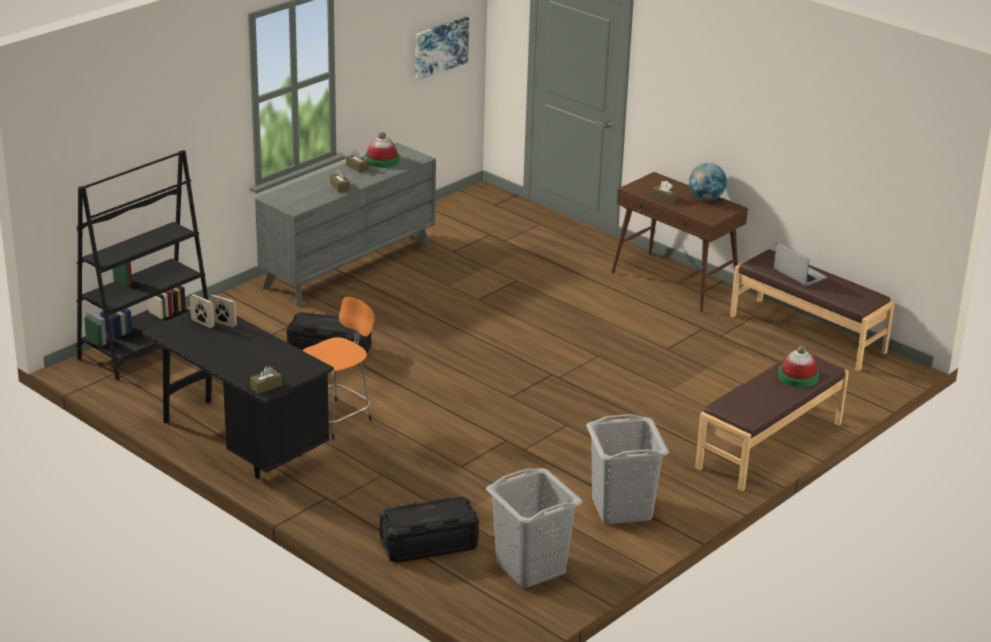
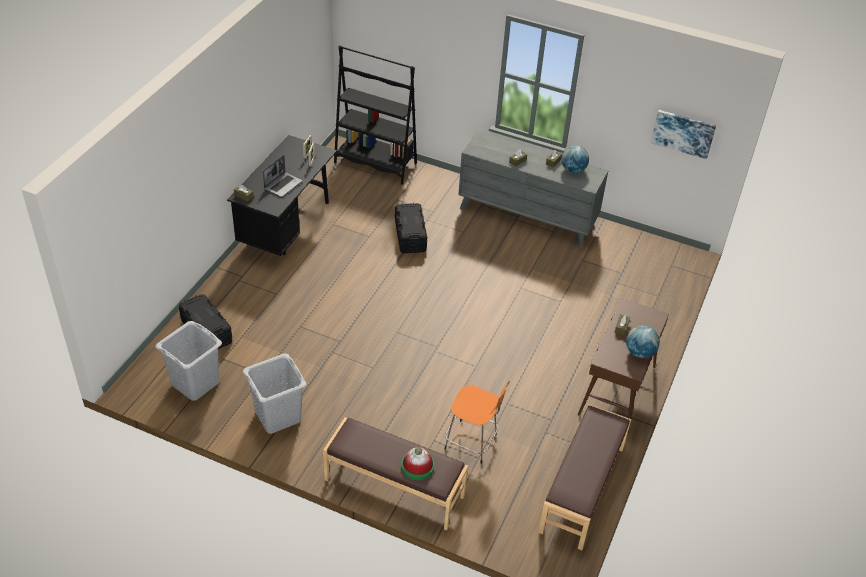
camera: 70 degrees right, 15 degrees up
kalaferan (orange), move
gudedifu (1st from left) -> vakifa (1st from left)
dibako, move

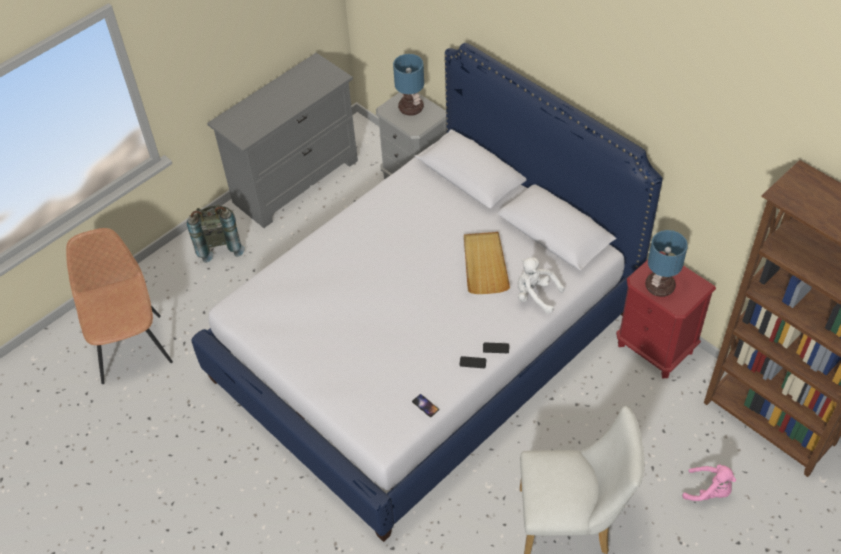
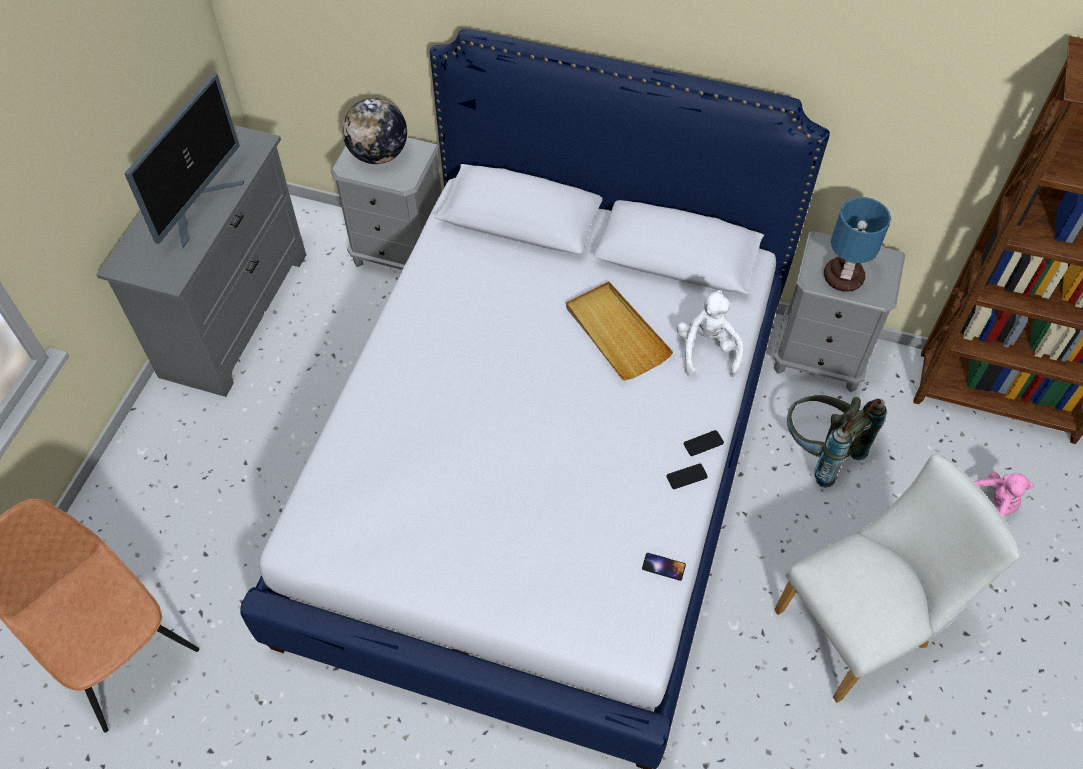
camera: 30 degrees left, 5 degrees up
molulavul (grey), move
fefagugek (1st from left) -> vakifa
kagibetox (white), 90 degrees clockwise
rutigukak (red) -> rutigukak (grey) (2nd from left)
none -> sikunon

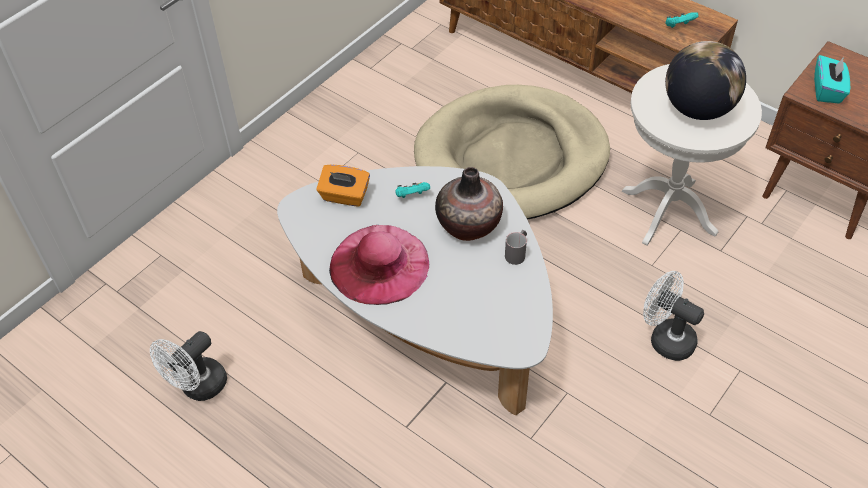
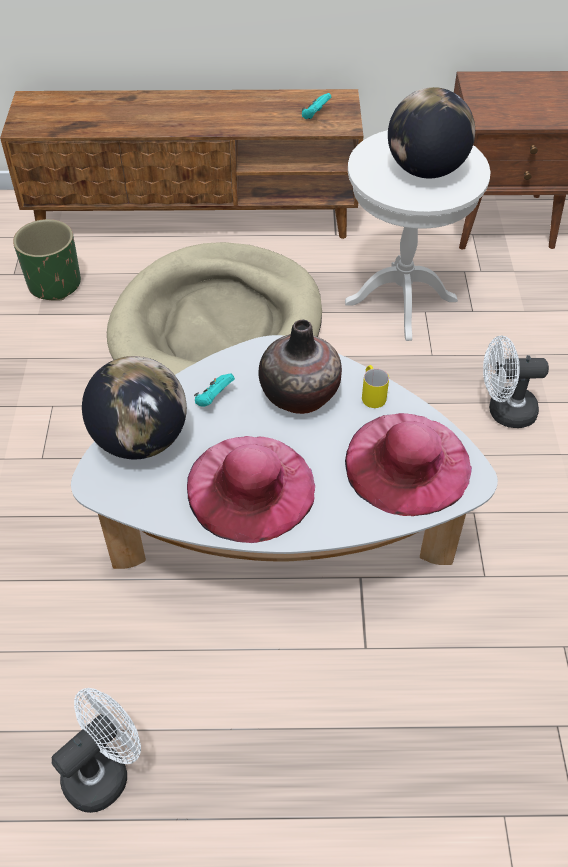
camera: 40 degrees left, 0 degrees up
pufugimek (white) (1st from left), 135 degrees counterclockwise
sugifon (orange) -> vakifa (1st from left)
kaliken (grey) -> kaliken (yellow)
sugifon (turquoise) -> none
none -> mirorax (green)
none -> gudedifu (pink) (2nd from left)

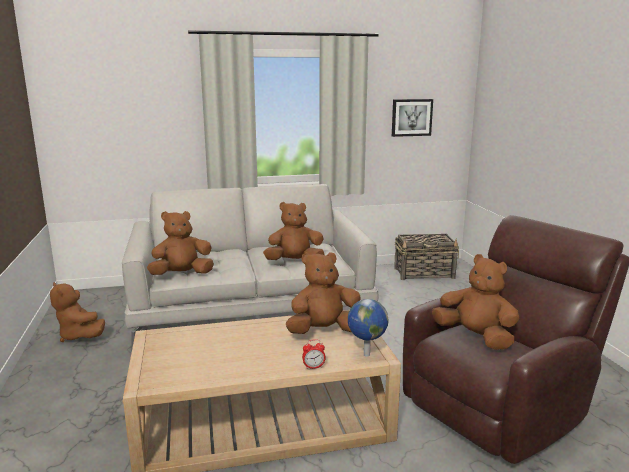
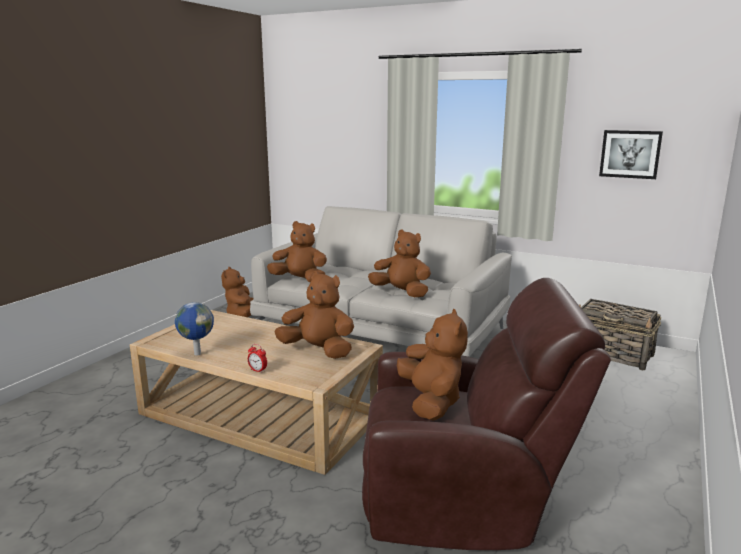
camera: 40 degrees right, 0 degrees up
vakifa, move

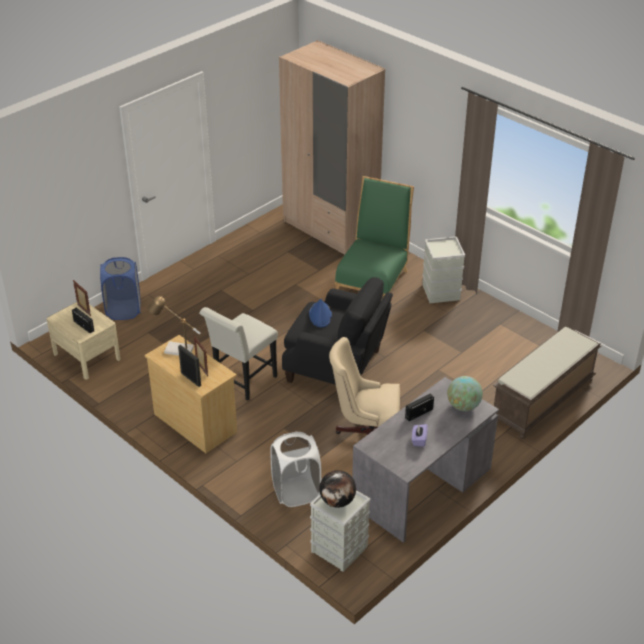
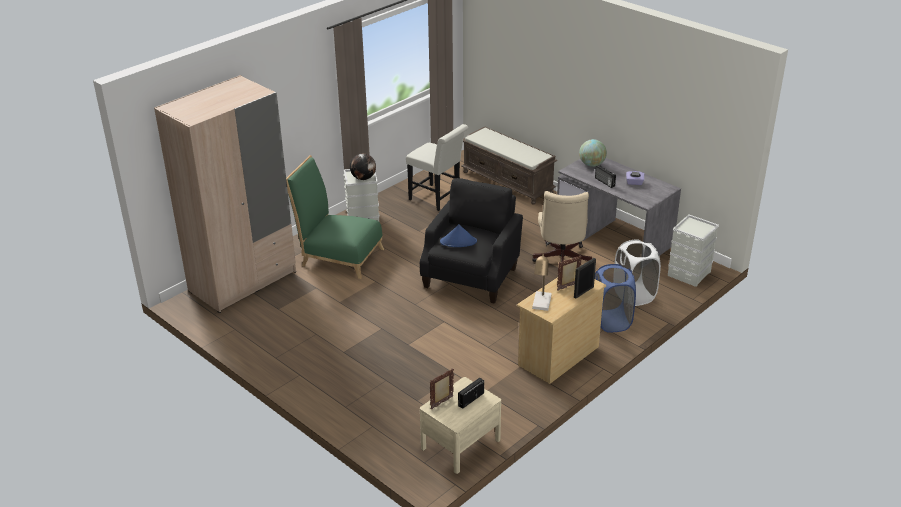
camera: 90 degrees left, 5 degrees down
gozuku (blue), move
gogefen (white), move
vakifa (1st from left), move

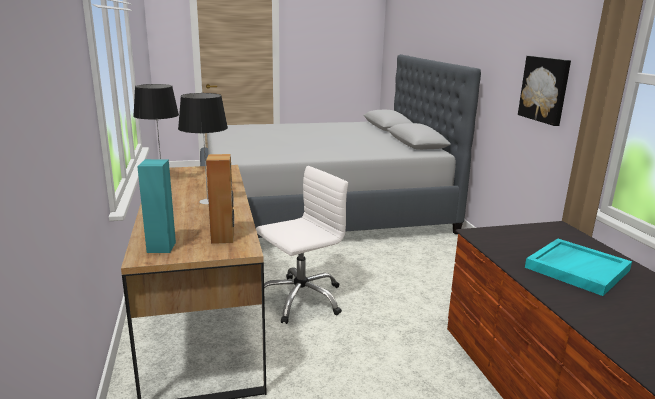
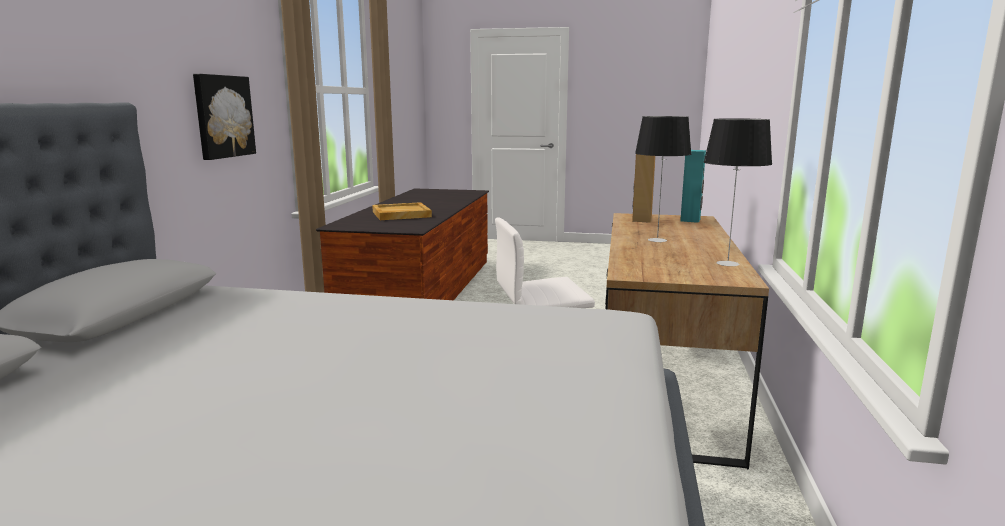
camera: 155 degrees left, 5 degrees down
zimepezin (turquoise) -> zimepezin (beige)

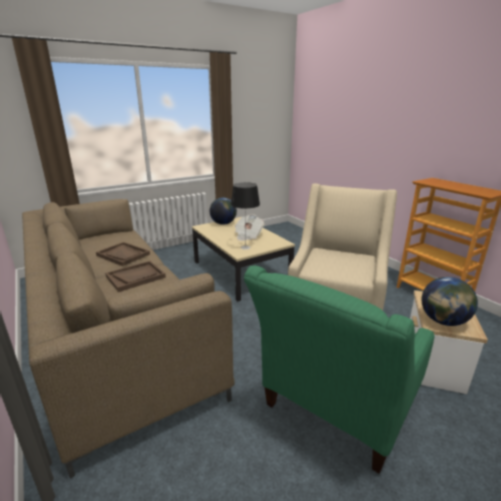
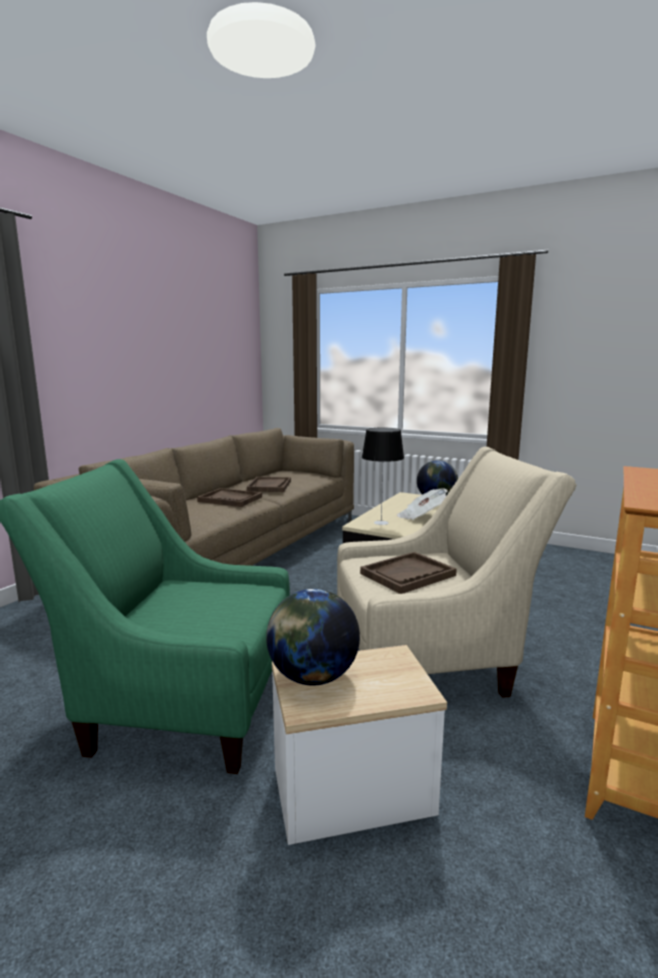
camera: 60 degrees right, 10 degrees down
none -> zimepezin (brown) (3rd from left)

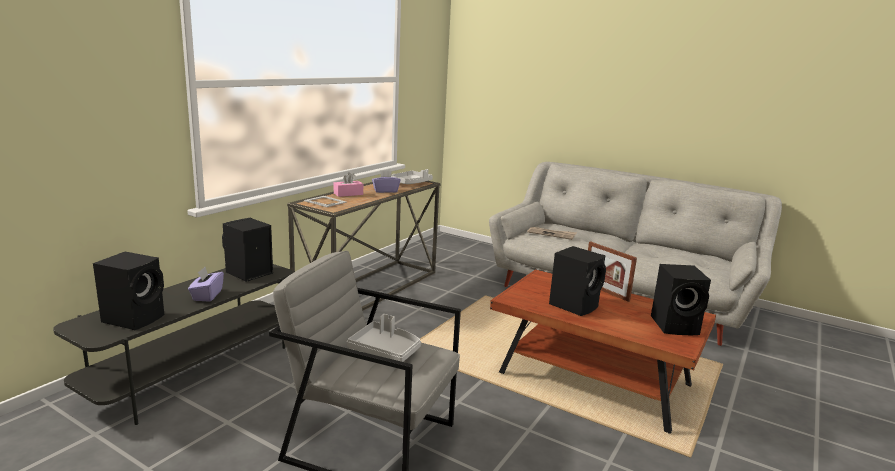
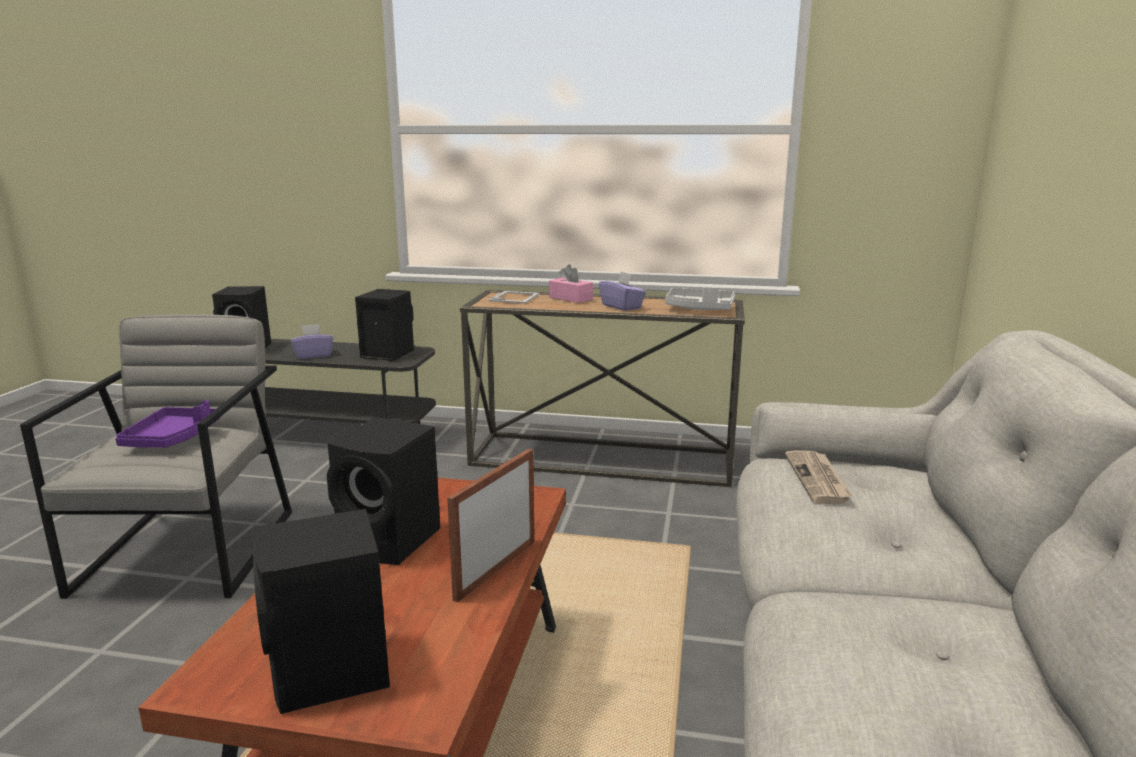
camera: 70 degrees right, 0 degrees up
zimepezin (grey) (1st from left) -> zimepezin (purple)

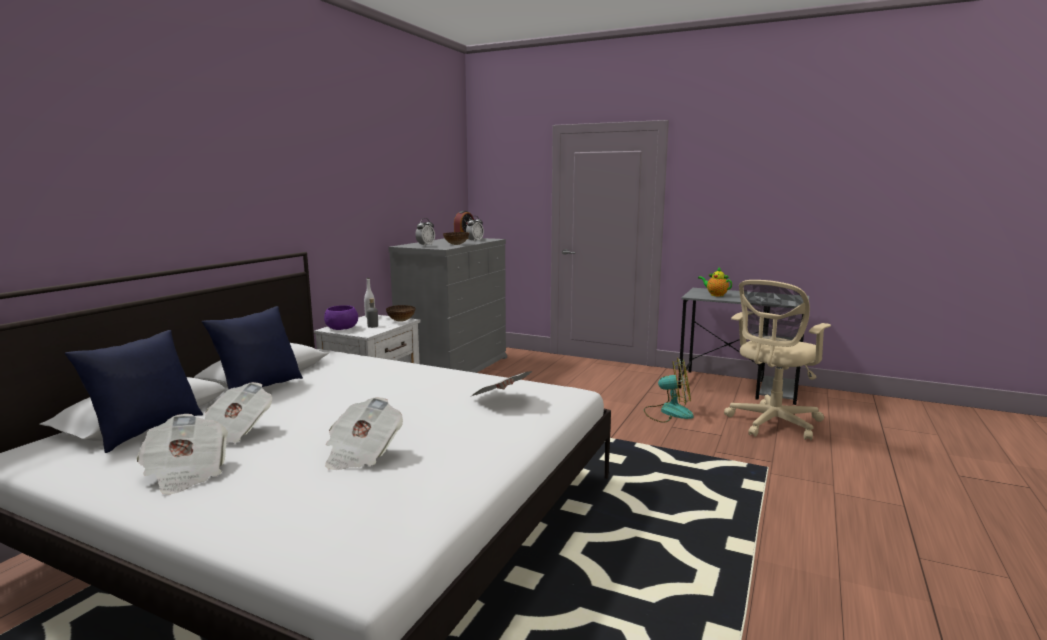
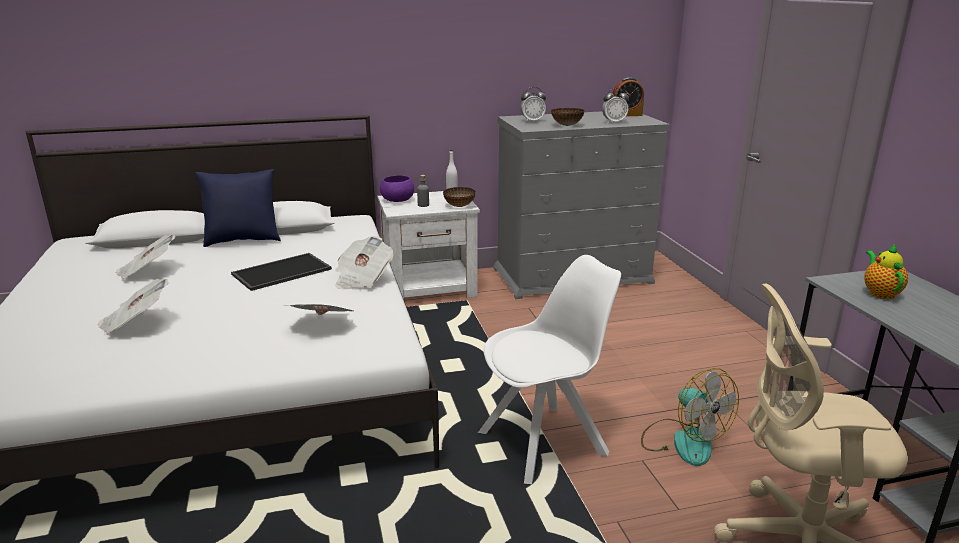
camera: 50 degrees right, 10 degrees up
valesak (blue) (1st from left) -> none
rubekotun (1st from left in the first image) -> rubekotun (4th from left), move
none -> zimepezin
none -> gogefen (white)

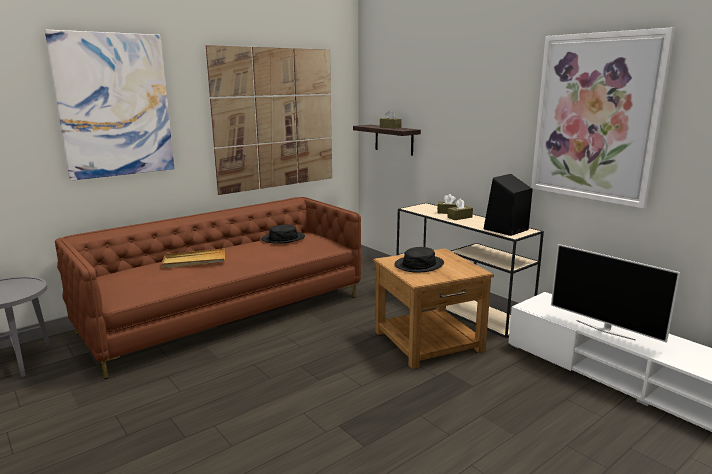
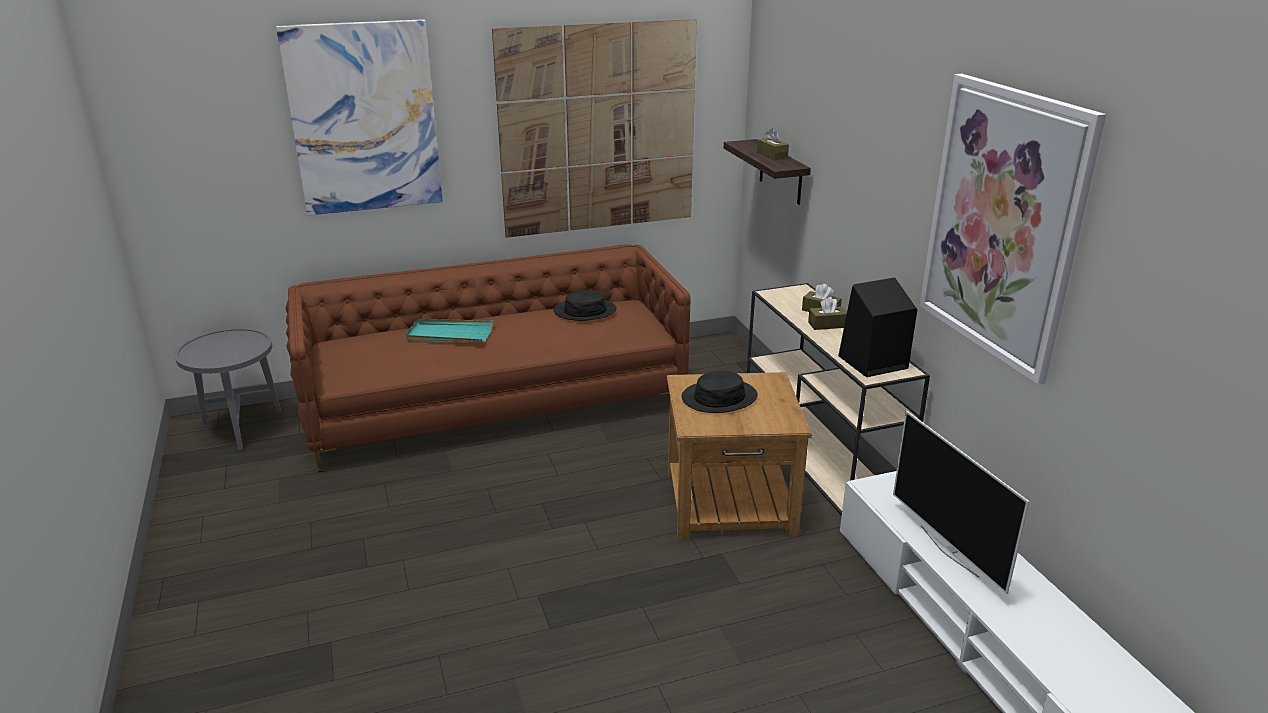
camera: 20 degrees right, 10 degrees up
zimepezin (beige) -> zimepezin (turquoise)

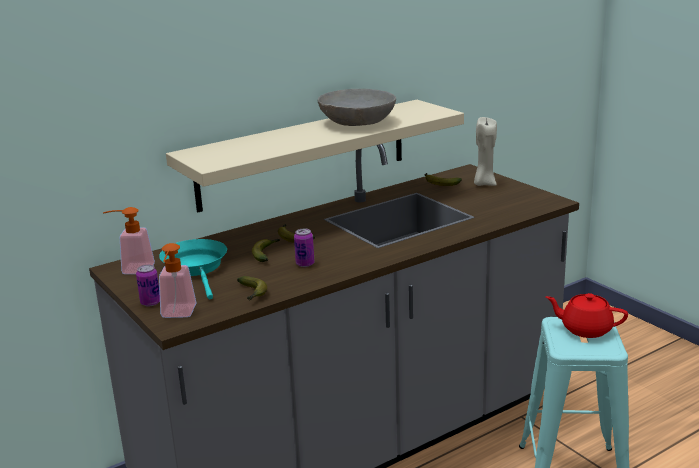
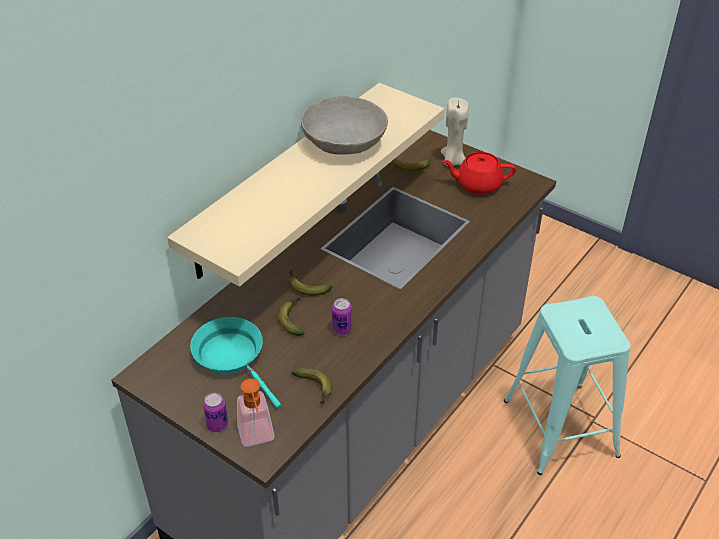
camera: 20 degrees left, 20 degrees up
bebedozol (1st from left) -> none
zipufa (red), move

